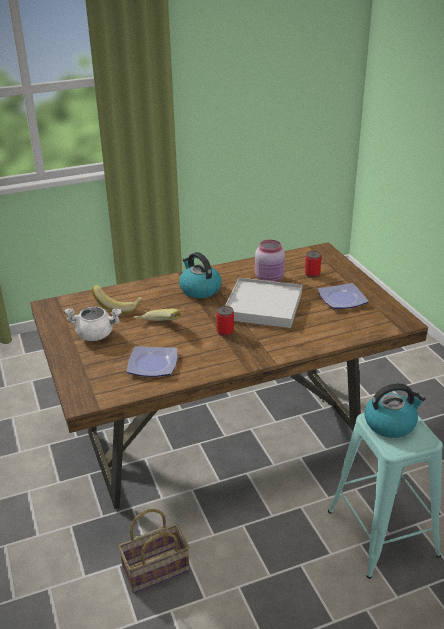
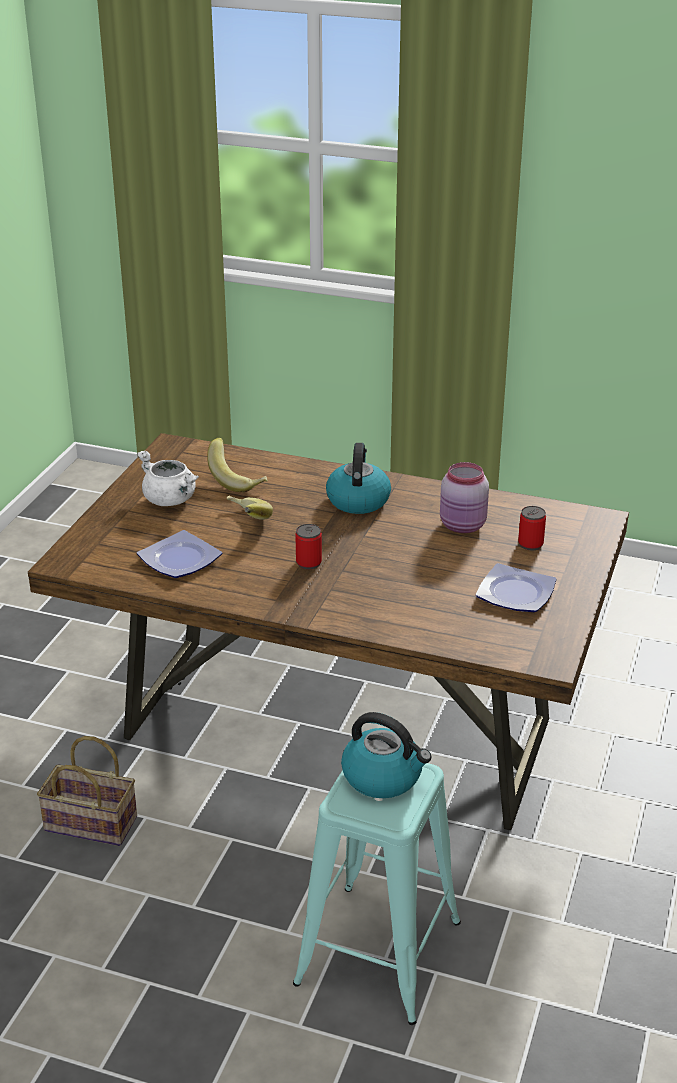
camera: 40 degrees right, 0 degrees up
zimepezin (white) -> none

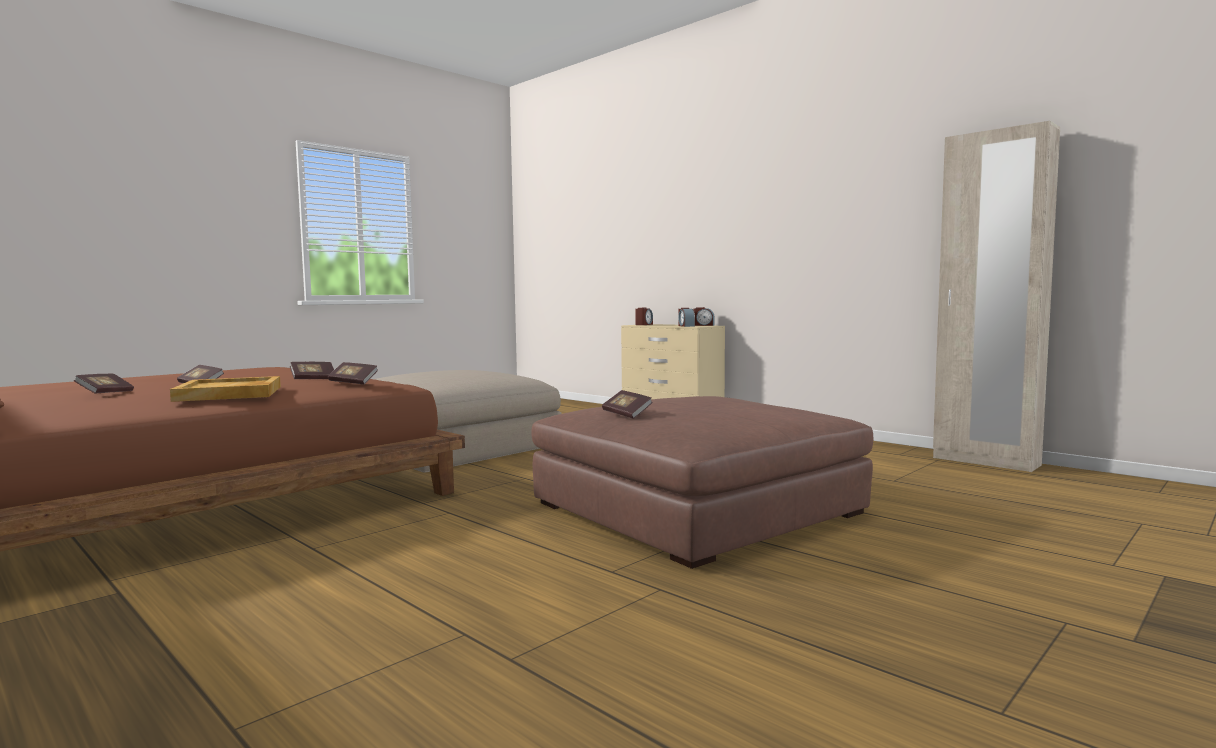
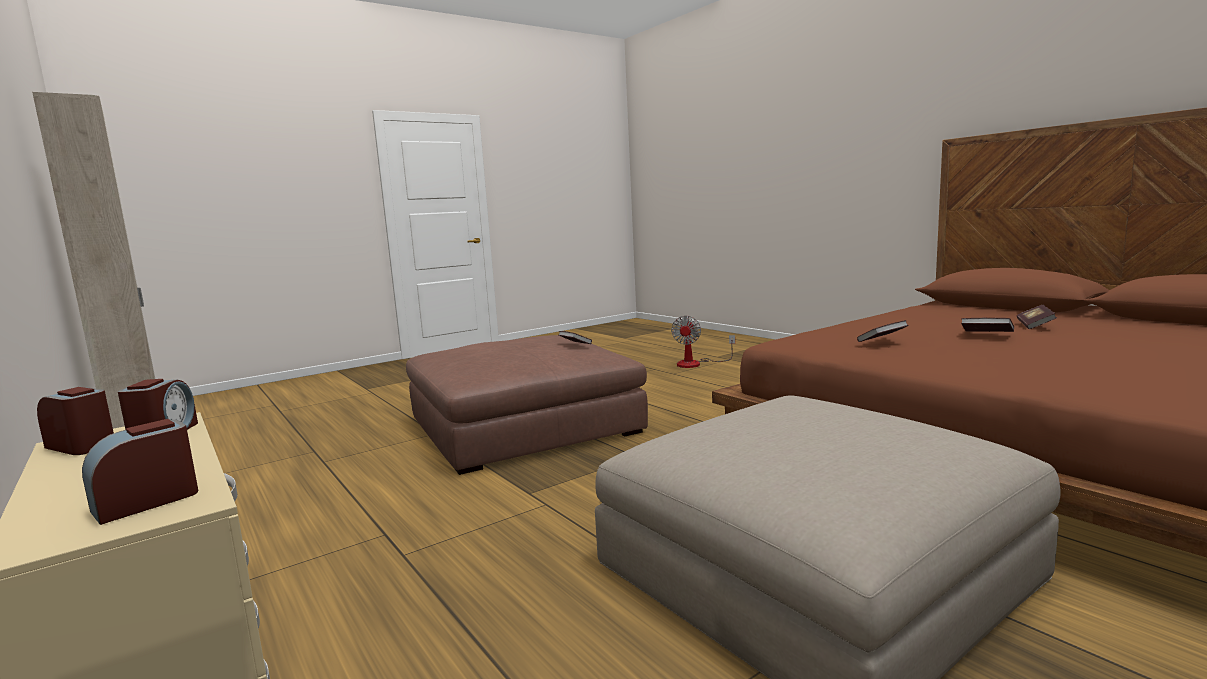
camera: 170 degrees left, 5 degrees up
zimepezin (beige) -> none
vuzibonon (4th from left) -> none
none -> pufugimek

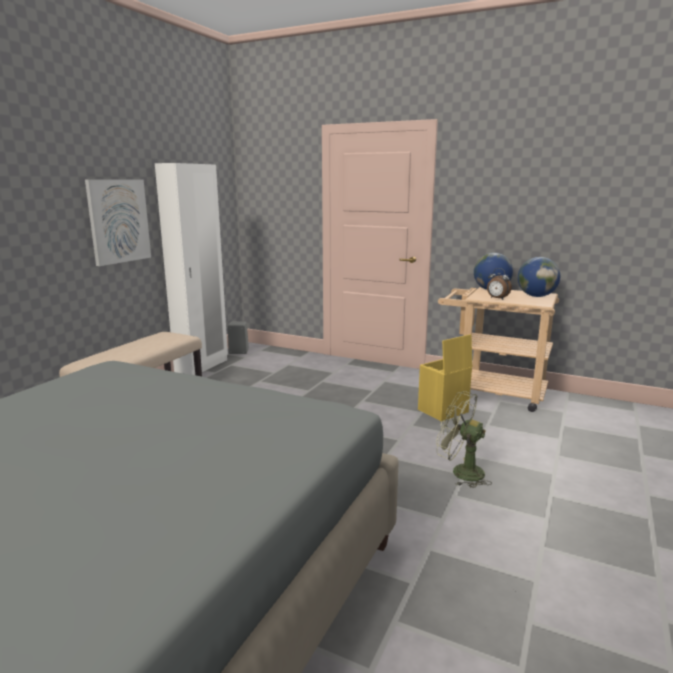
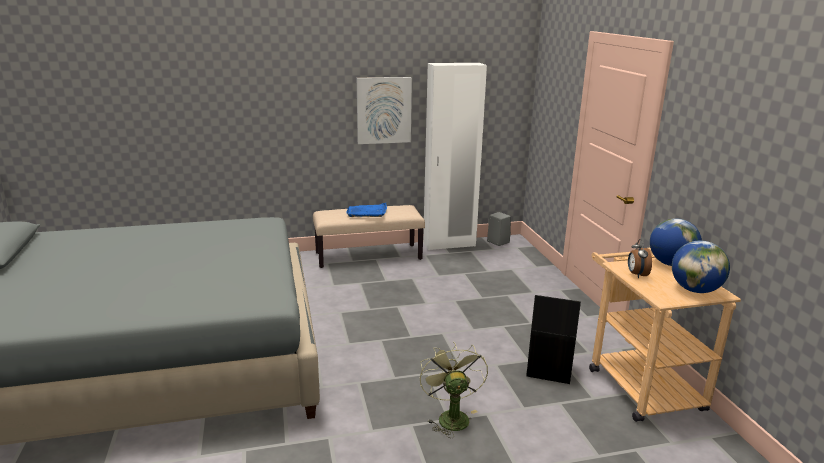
camera: 50 degrees right, 5 degrees up
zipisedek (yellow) -> zipisedek (black)
none -> zimepezin (blue)

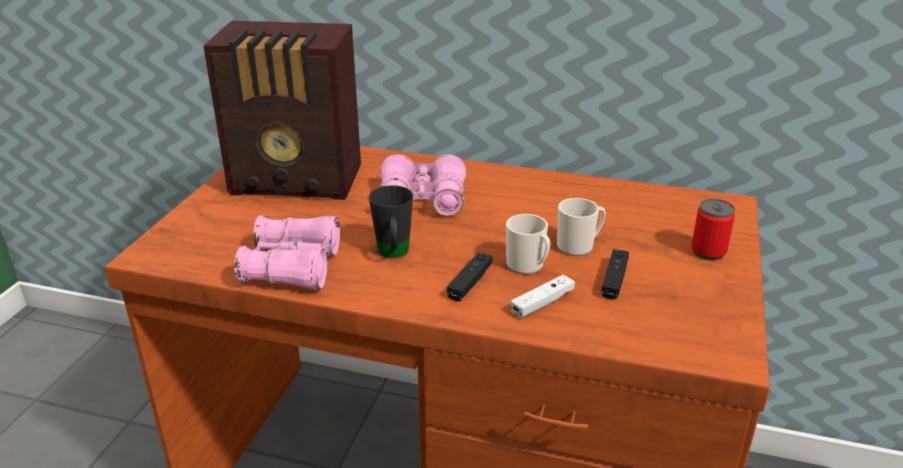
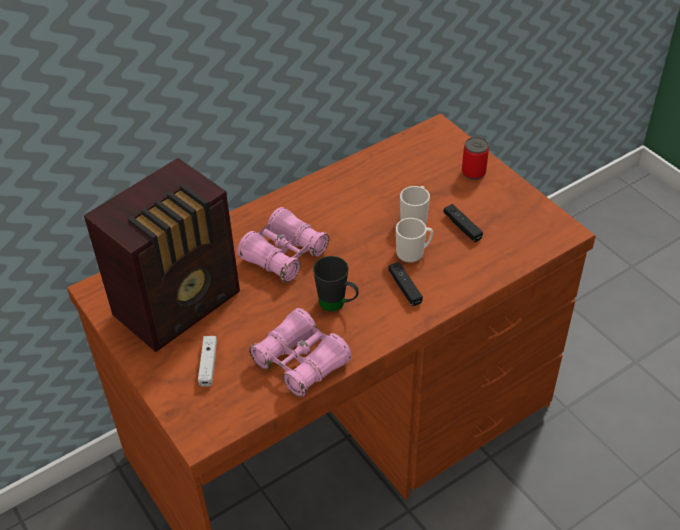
camera: 50 degrees left, 15 degrees up
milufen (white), move

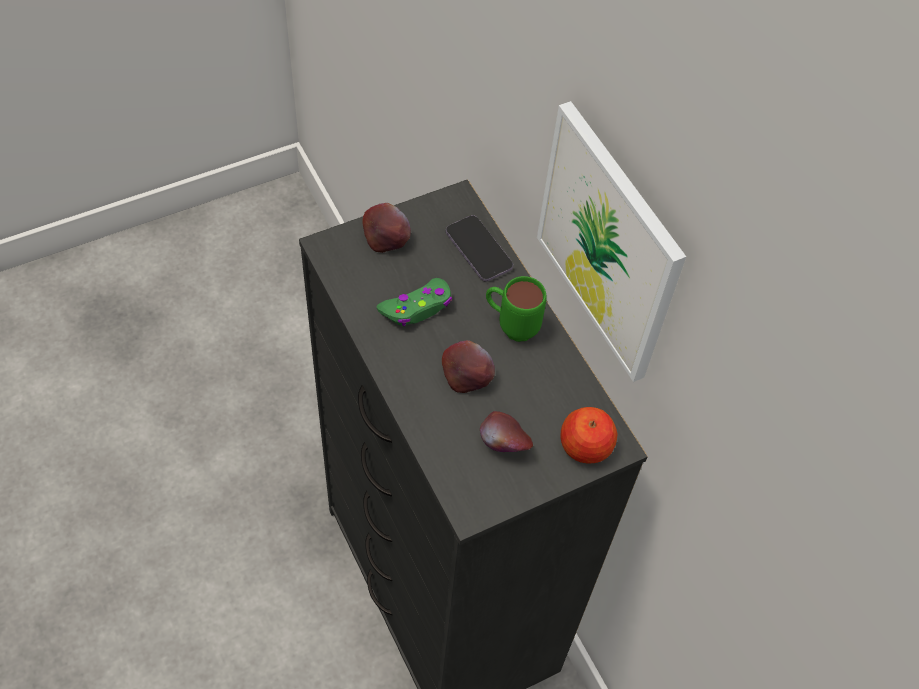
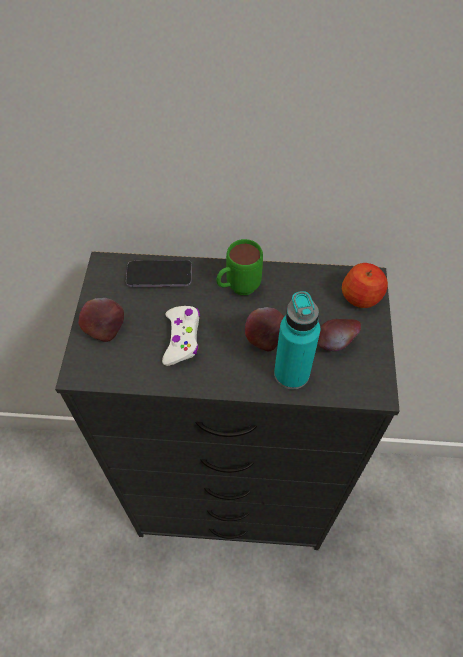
camera: 55 degrees left, 0 degrees up
milufen (green) -> milufen (white)
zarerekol -> none
none -> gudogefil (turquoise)

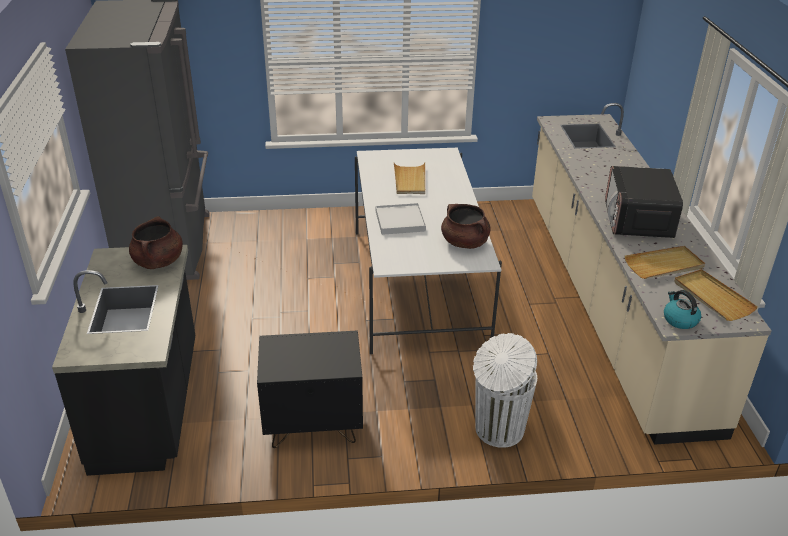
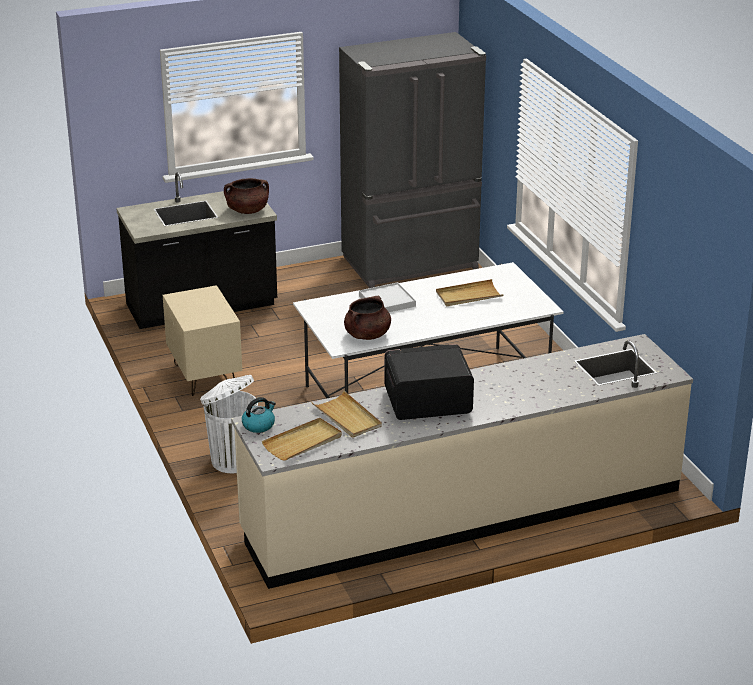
camera: 75 degrees right, 5 degrees down
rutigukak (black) -> rutigukak (beige)

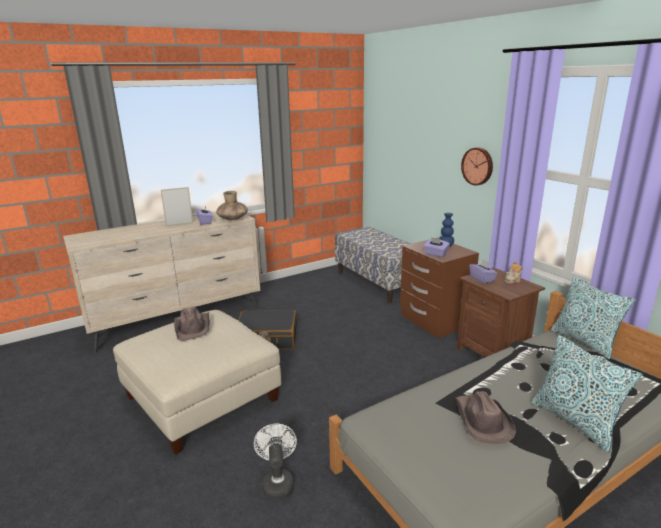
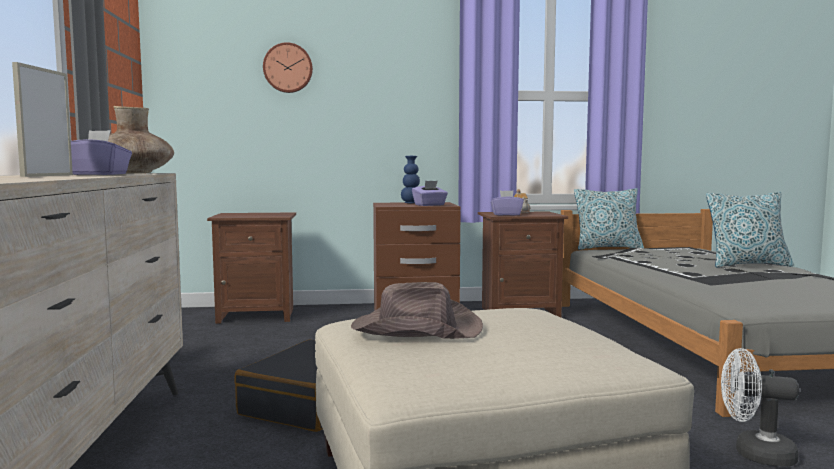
camera: 65 degrees left, 15 degrees down
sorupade -> rutigukak (brown) (1st from left)
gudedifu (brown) (2nd from left) -> none
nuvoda, move

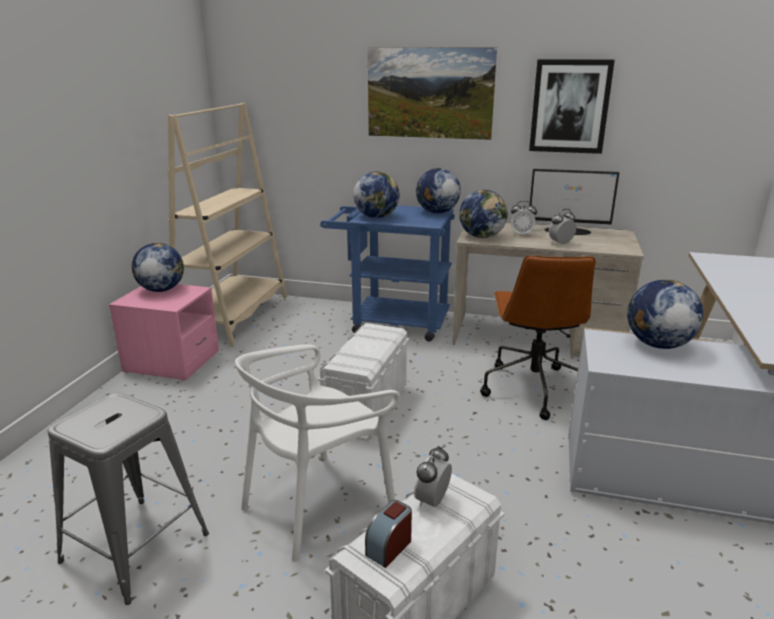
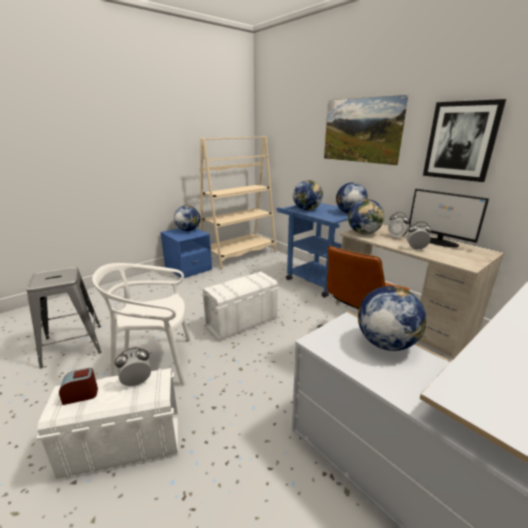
camera: 35 degrees right, 0 degrees up
rutigukak (pink) -> rutigukak (blue)

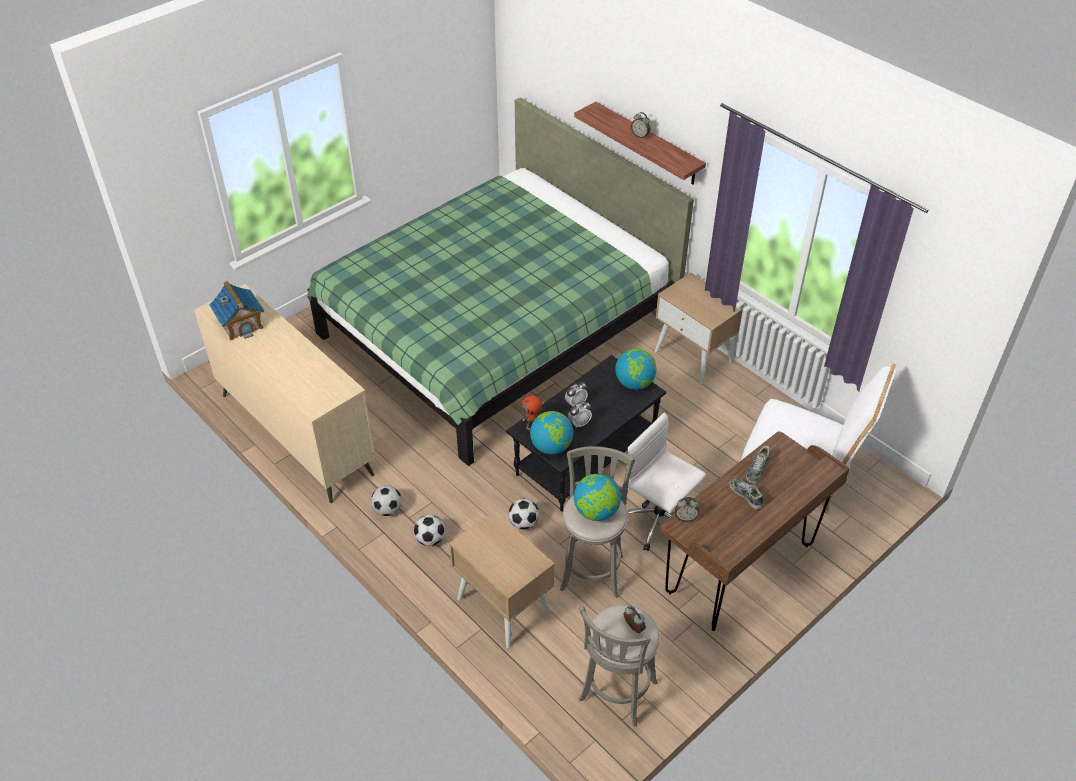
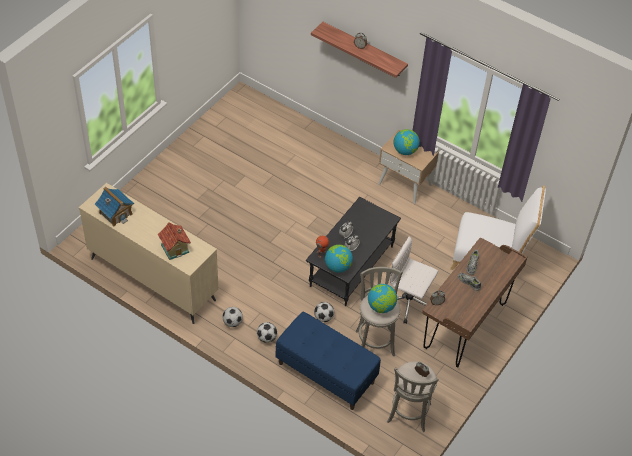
camera: 15 degrees left, 5 degrees up
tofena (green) -> none
rutigukak (beige) (1st from left) -> sorupade (blue)
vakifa (3rd from left), move
none -> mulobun (2nd from left)

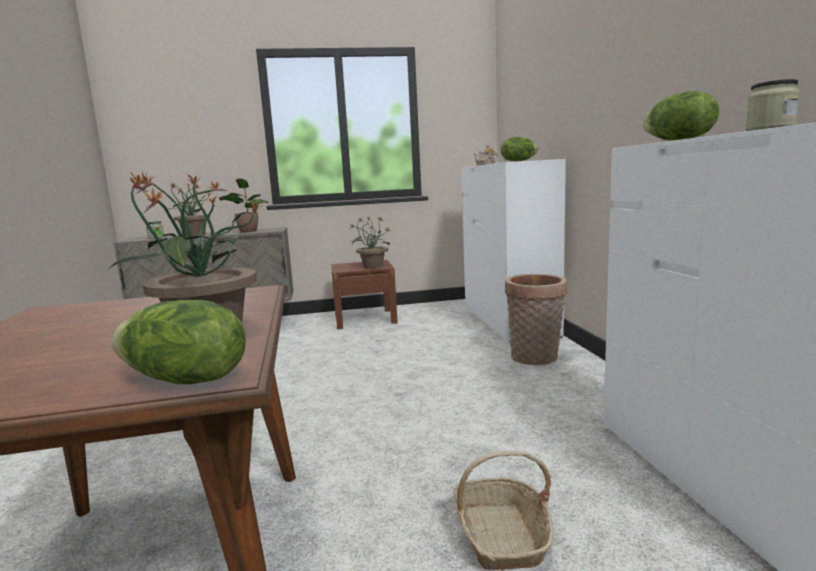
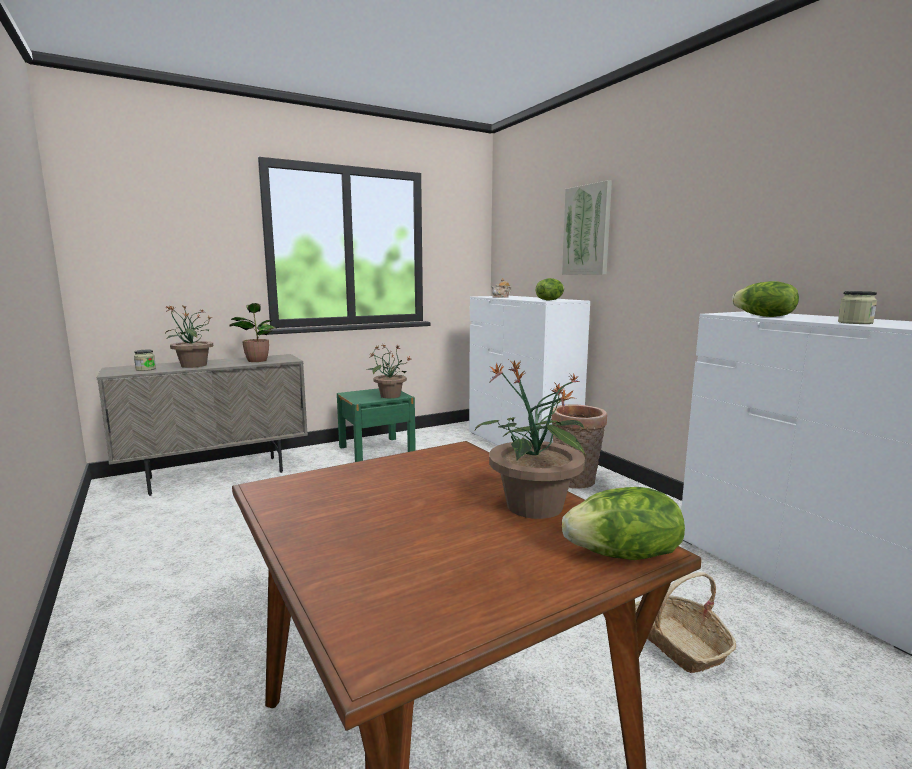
camera: 20 degrees left, 0 degrees up
rutigukak (brown) -> rutigukak (green)
none -> zarerekol

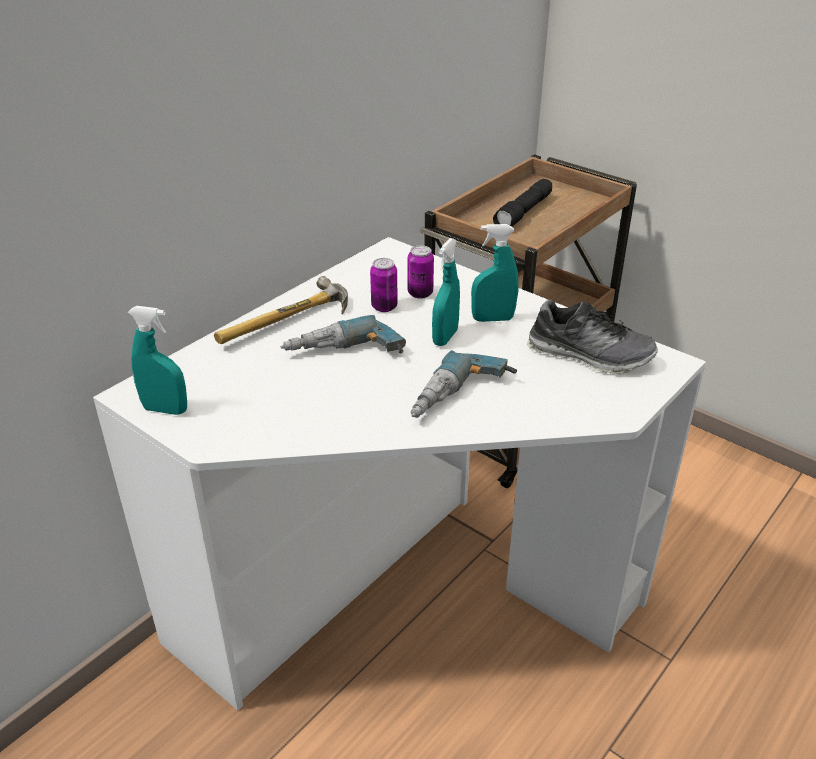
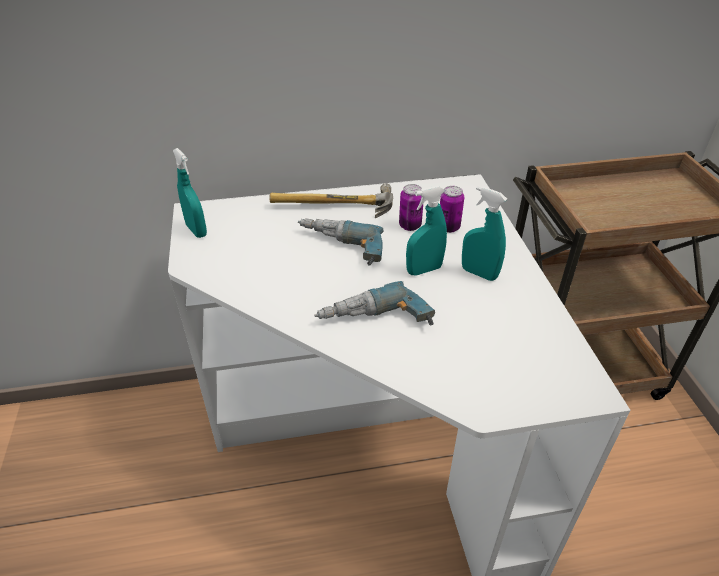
camera: 40 degrees right, 5 degrees up
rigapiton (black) -> none
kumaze -> none

